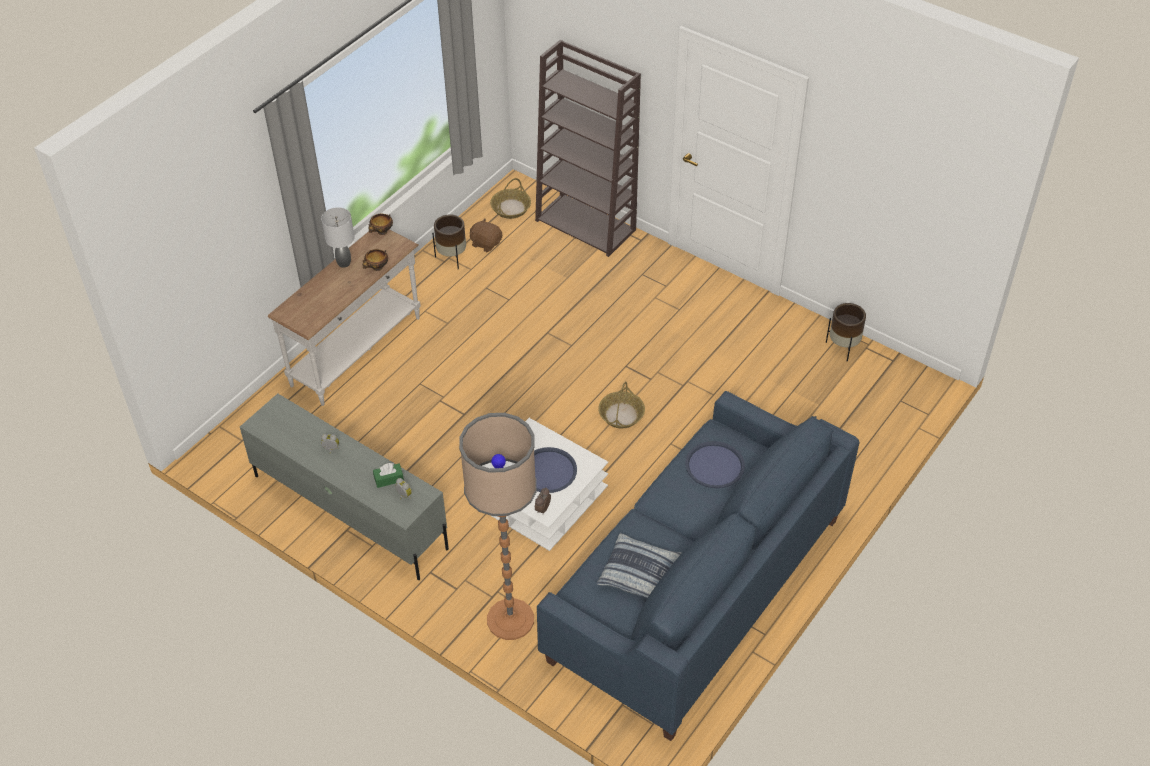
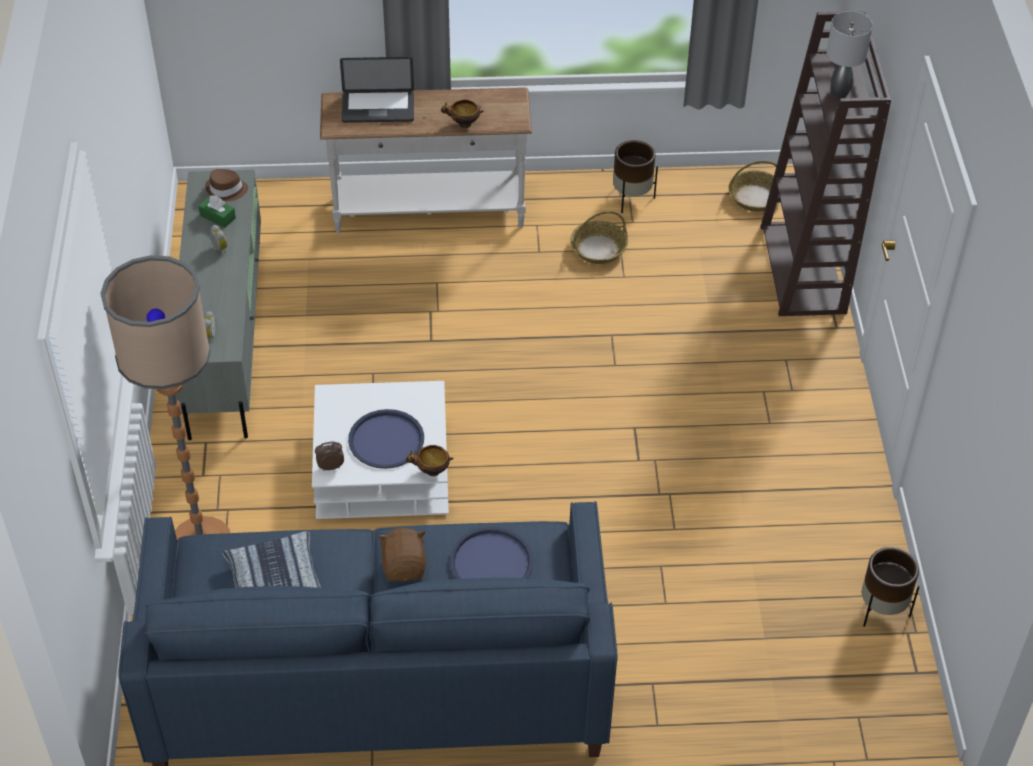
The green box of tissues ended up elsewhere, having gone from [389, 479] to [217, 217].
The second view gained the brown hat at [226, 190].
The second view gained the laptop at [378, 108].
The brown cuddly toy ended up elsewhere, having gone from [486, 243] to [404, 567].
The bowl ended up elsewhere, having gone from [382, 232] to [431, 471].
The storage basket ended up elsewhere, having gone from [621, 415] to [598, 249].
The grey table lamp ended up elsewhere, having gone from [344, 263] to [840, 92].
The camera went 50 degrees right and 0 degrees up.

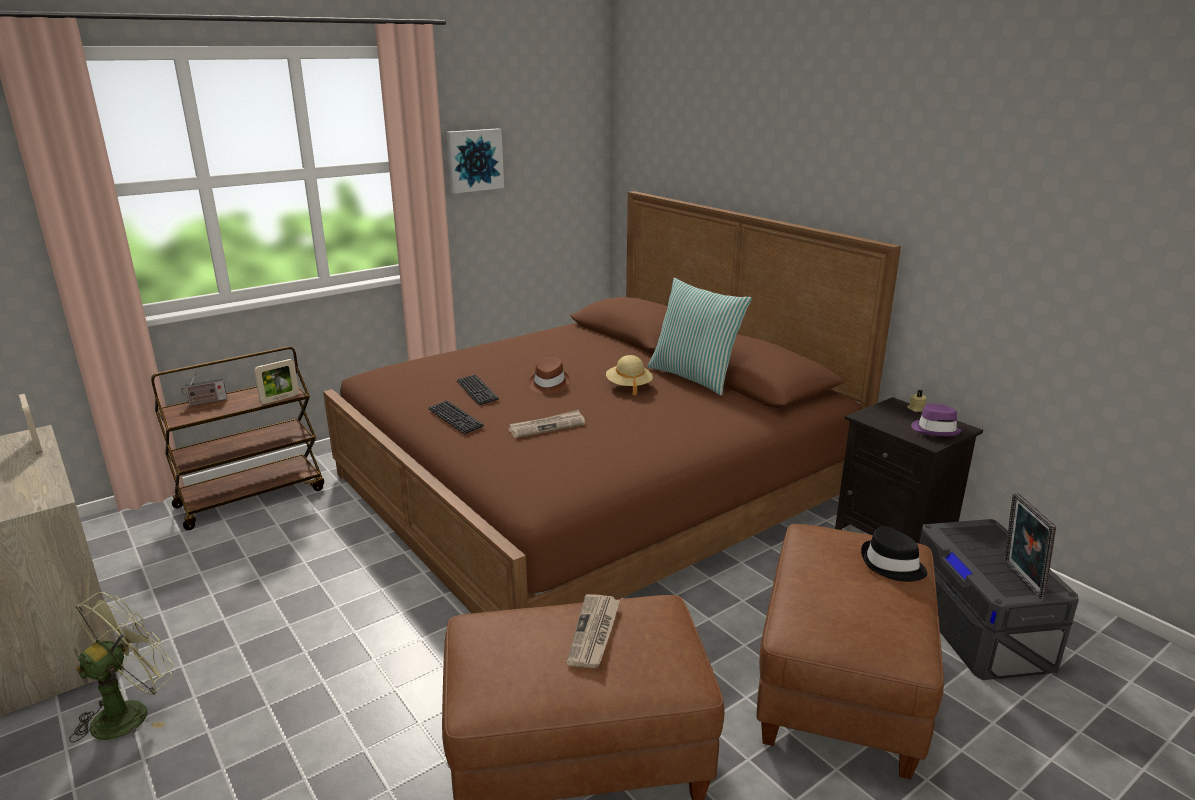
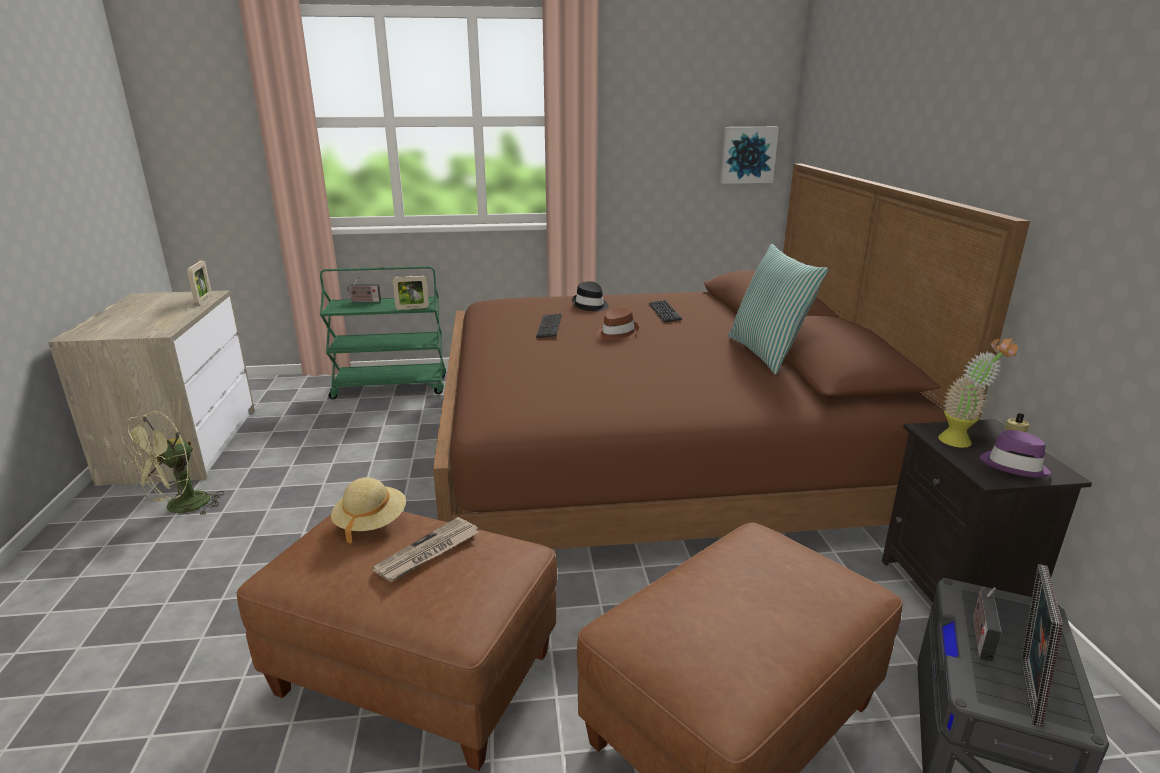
The green cooling fan at [130, 712] ended up facing another way, 150 degrees clockwise from before.
What was the brown trolley at [252, 497] turned into the green trolley at [391, 387].
The sand-coloured hat ended up elsewhere, having gone from [628, 386] to [371, 523].
The black-coloured hat ended up elsewhere, having gone from [892, 565] to [590, 305].
The PC keyboard ended up elsewhere, having gone from [455, 418] to [664, 312].
The wall picture ended up elsewhere, having gone from [474, 160] to [747, 155].
The second view gained the potted plant at [963, 440].
The second view gained the radio at [980, 636].
The second view lost the daily paper at [547, 426].
The camera went 30 degrees right and 0 degrees up.

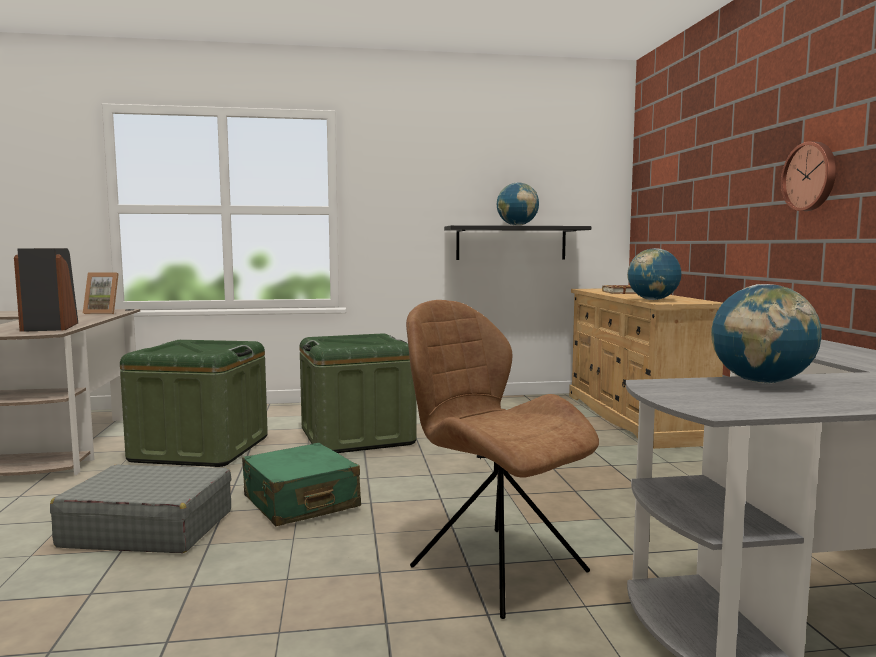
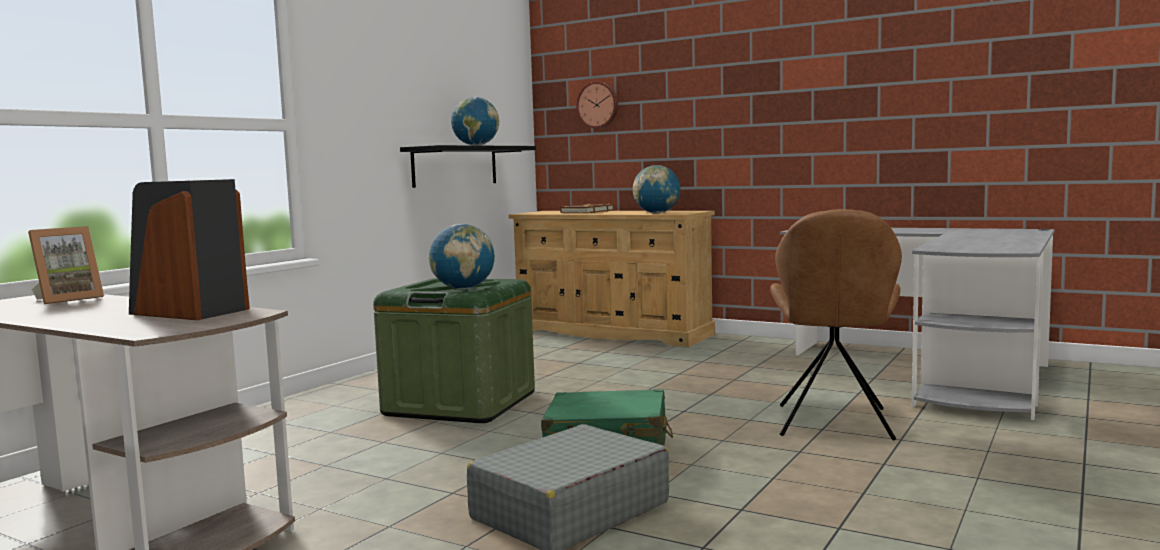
The world globe ended up elsewhere, having gone from [761, 382] to [463, 289].
The wall clock ended up elsewhere, having gone from [811, 176] to [598, 105].
The brown upright chair at [494, 567] ended up facing another way, 75 degrees counterclockwise from before.
The second view lost the green storage bin at [200, 449].
The camera went 50 degrees left and 0 degrees up.

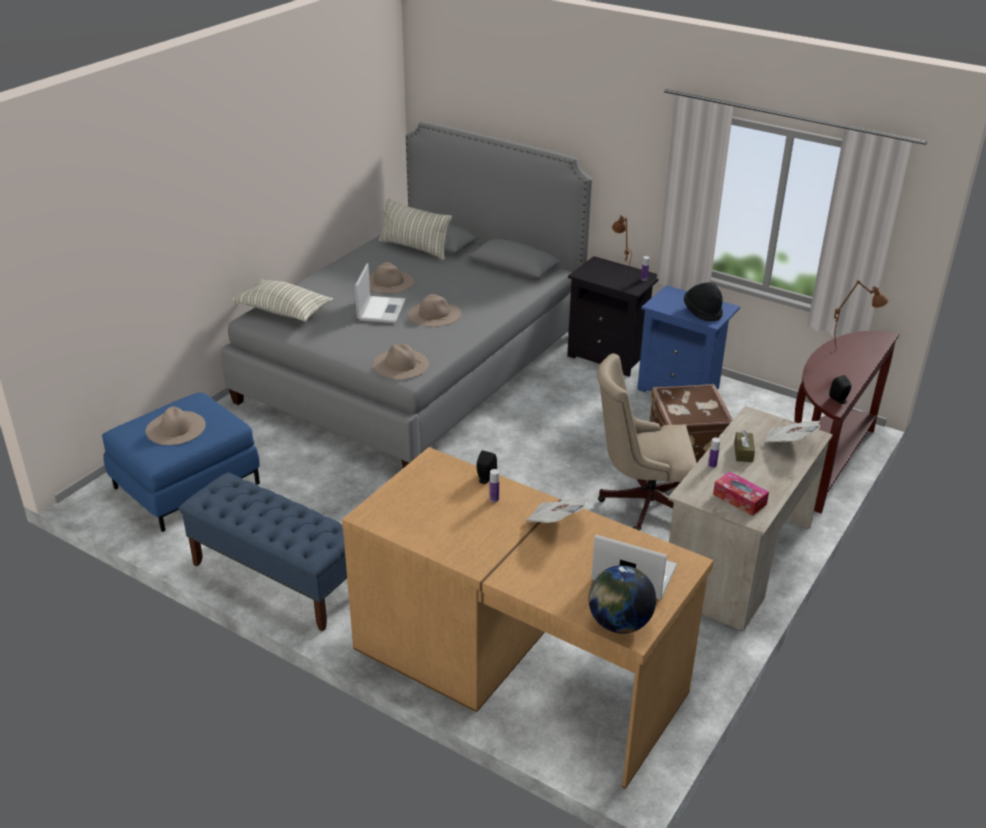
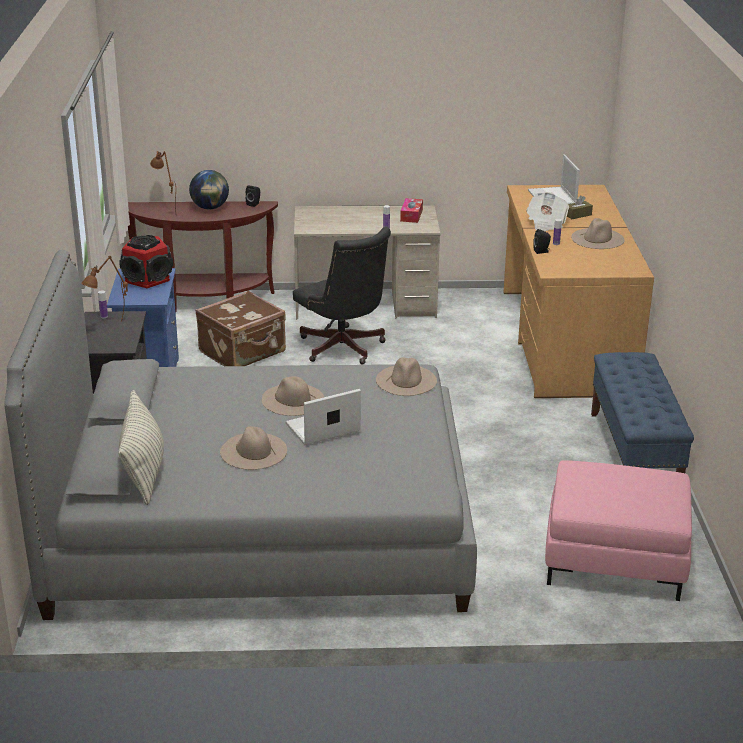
Where the black-coloured hat stood at [703, 312], the speaker came to stand at [148, 279].
The world globe ended up elsewhere, having gone from [619, 623] to [210, 208].
What was the sand-coloured computer chair at [641, 503] turned into the black-coloured computer chair at [344, 349].
What was the blue-coloured footrest at [186, 485] turned into the pink-coloured footrest at [614, 559].
The brown box of tissues ended up elsewhere, having gone from [743, 452] to [578, 215].
The sand-coloured hat ended up elsewhere, having gone from [175, 428] to [597, 238].
The second view lost the cushion at [283, 311].
The second view lost the daily paper at [788, 443].
The camera went 125 degrees left and 5 degrees down.

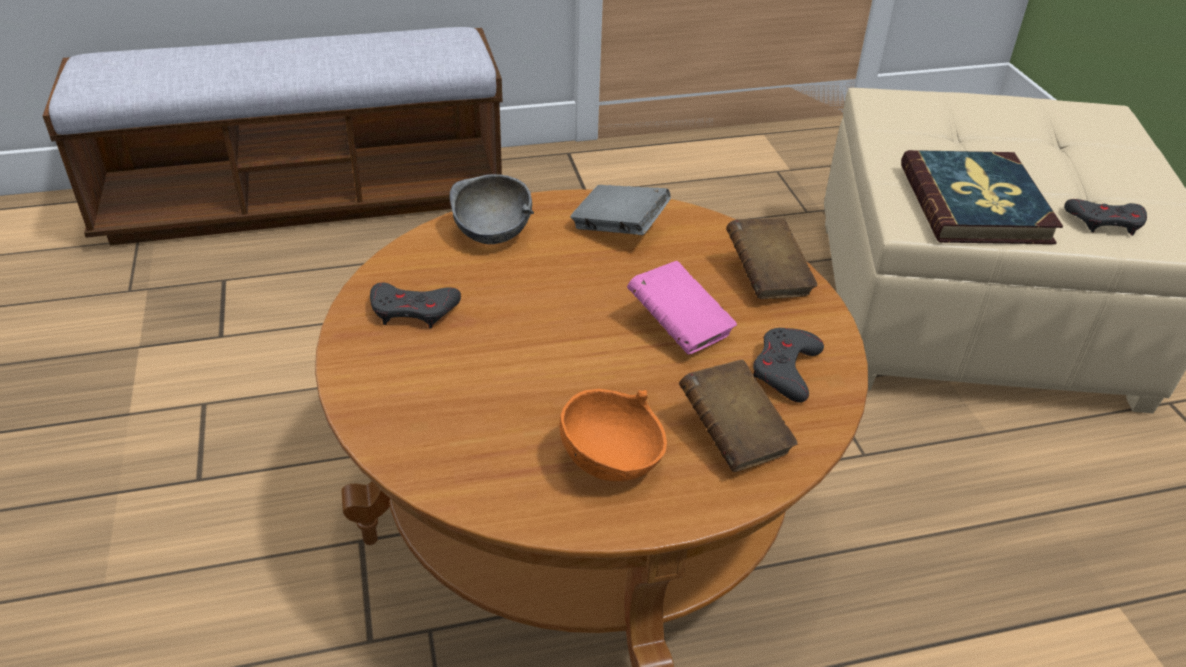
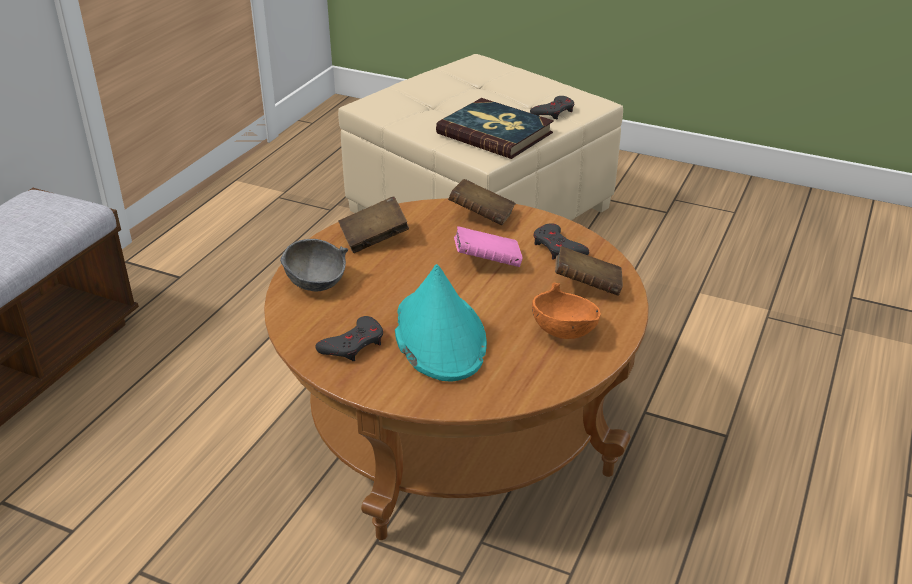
What was the grey bound book at [619, 228] turned into the brown bound book at [374, 239].
The second view gained the blue-green hat at [439, 336].
The camera went 50 degrees left and 5 degrees down.

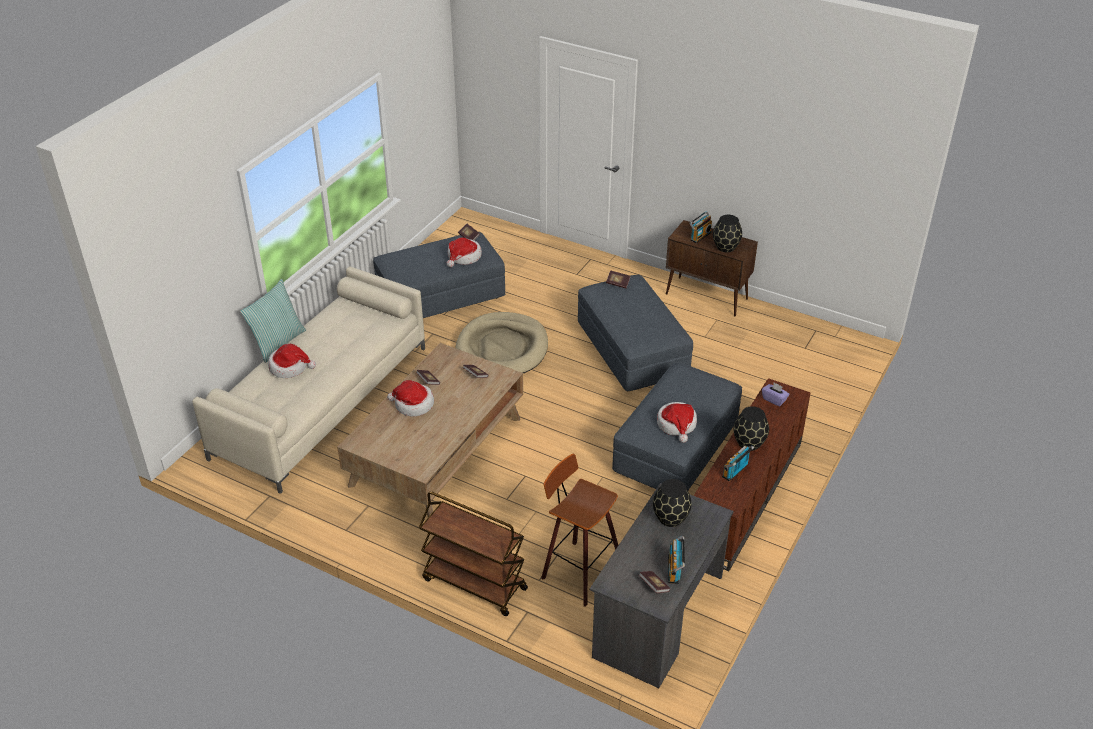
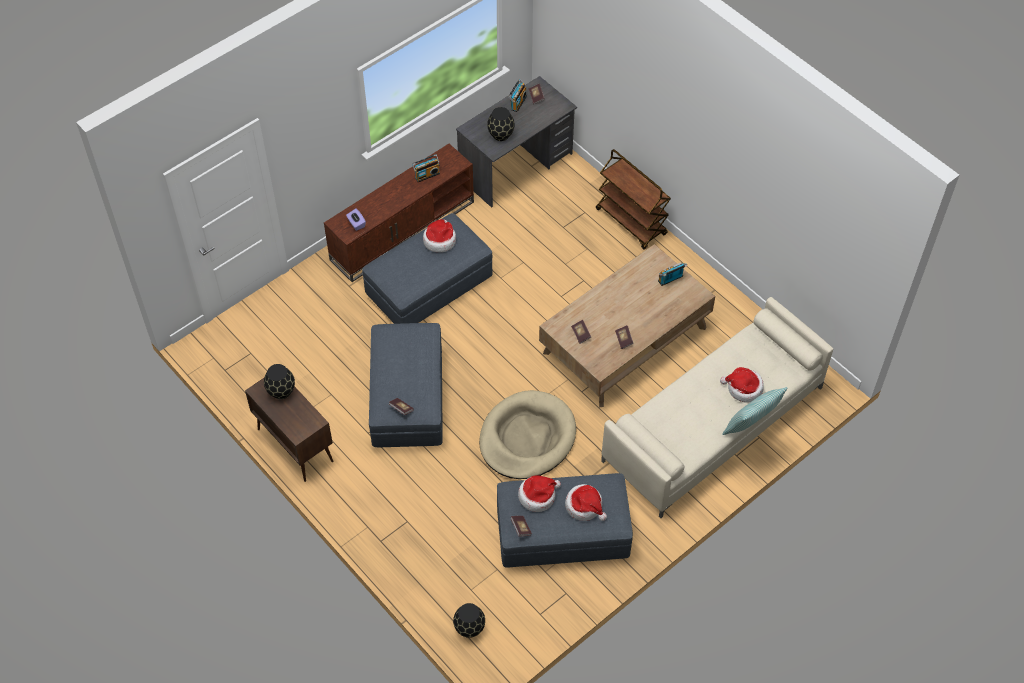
The black-coloured vase ended up elsewhere, having gone from [749, 443] to [469, 627].
The hat ended up elsewhere, having gone from [413, 405] to [585, 506].
The radio ended up elsewhere, having gone from [700, 236] to [671, 279].
The second view lost the stool at [578, 571].
The camera went 160 degrees left and 15 degrees up.

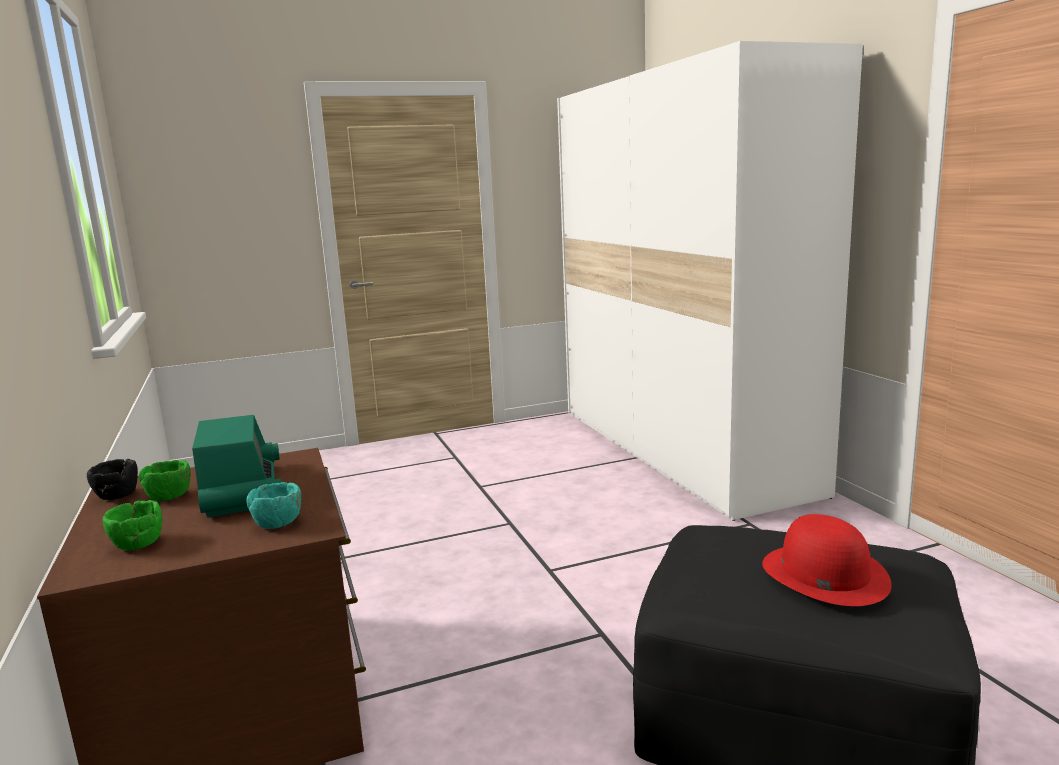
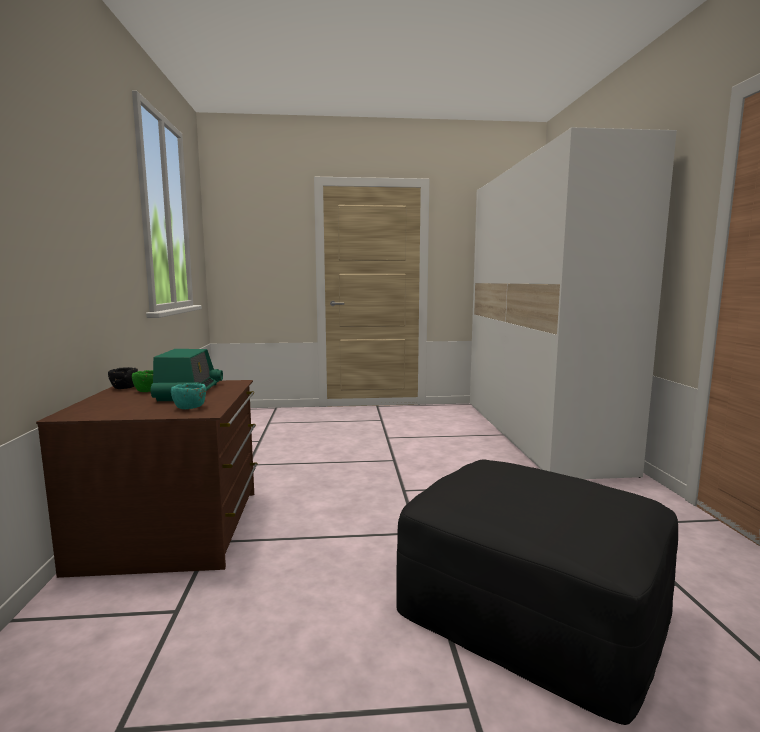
The second view lost the green bowl at [137, 543].
The second view lost the red hat at [823, 573].
The camera went 15 degrees right and 5 degrees down.

